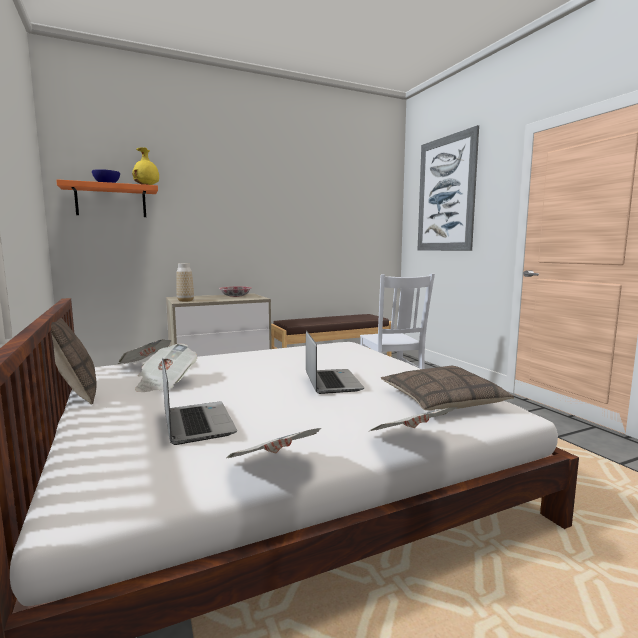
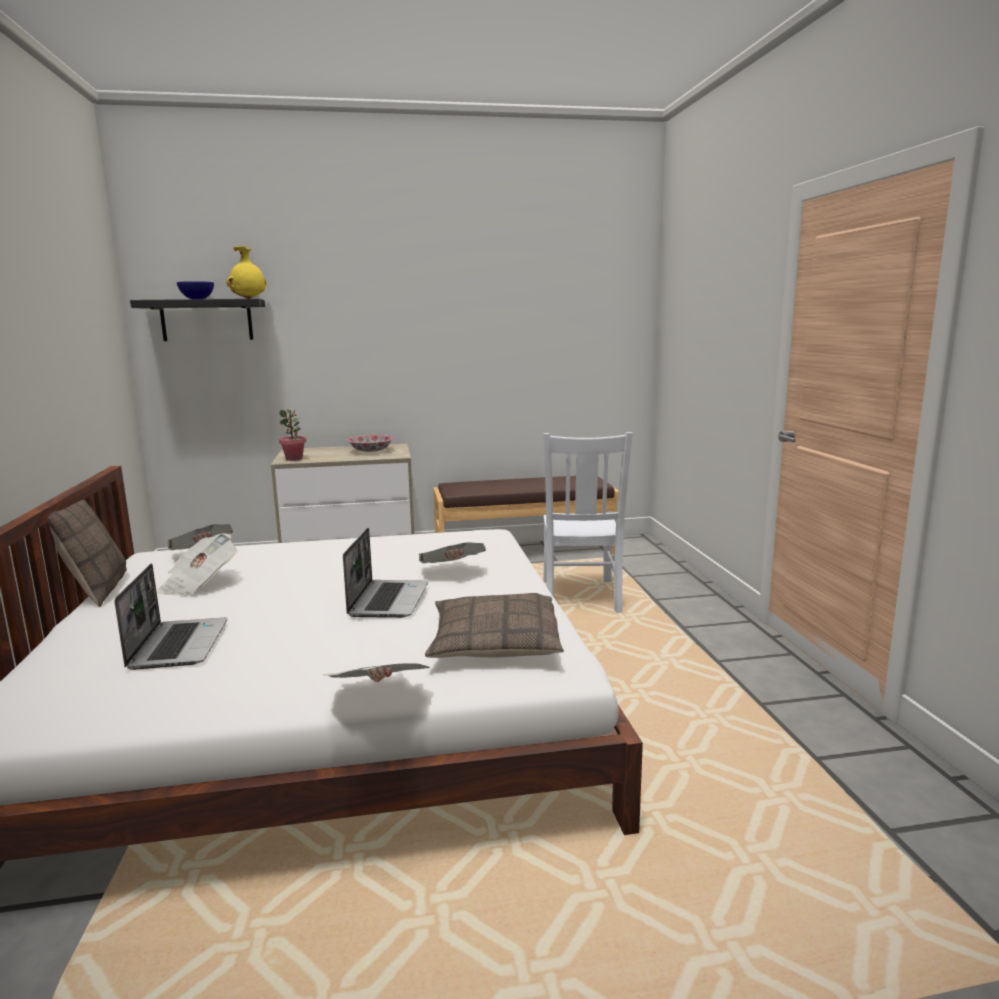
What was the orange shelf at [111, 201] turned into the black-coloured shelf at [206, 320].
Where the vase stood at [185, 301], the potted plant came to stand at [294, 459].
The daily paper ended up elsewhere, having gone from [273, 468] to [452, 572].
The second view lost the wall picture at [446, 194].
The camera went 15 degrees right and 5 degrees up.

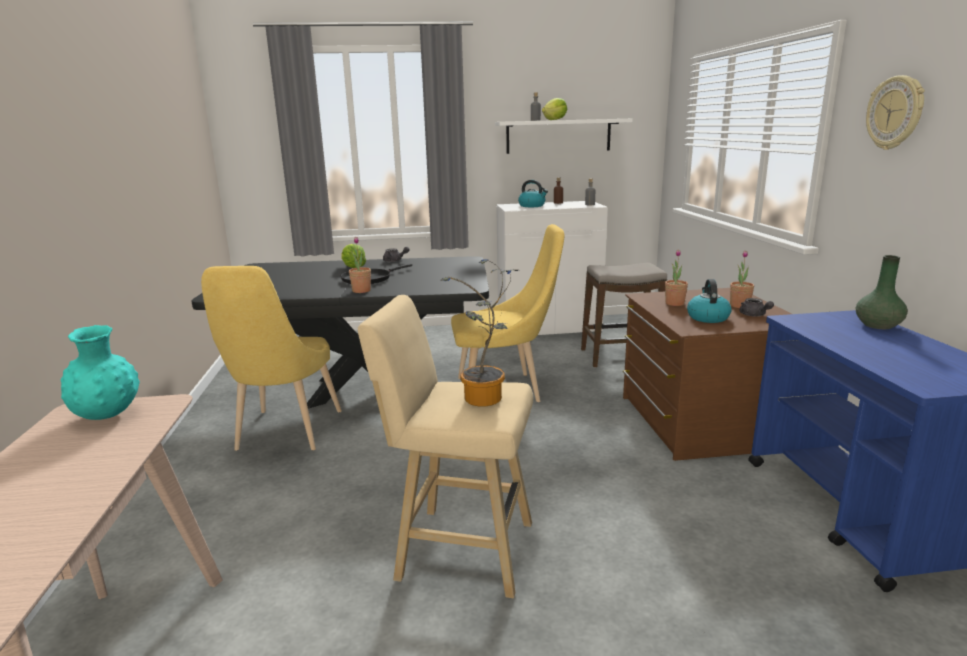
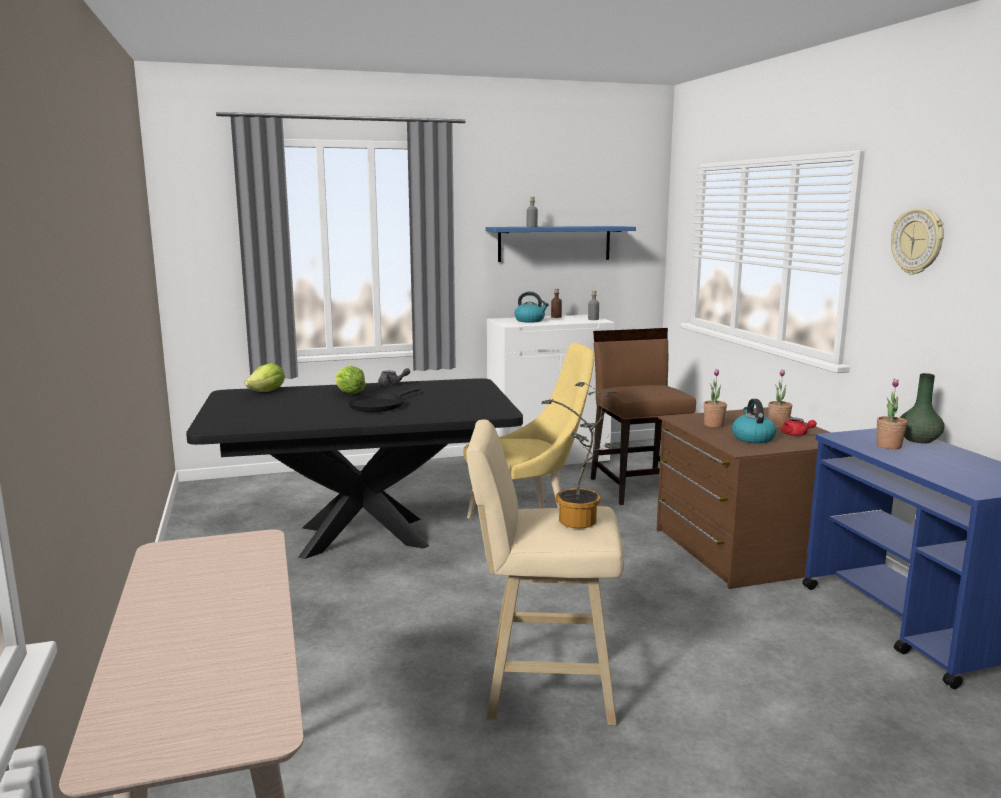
The lettuce ended up elsewhere, having gone from [555, 120] to [267, 391].
What was the whitish shelf at [558, 136] turned into the blue-coloured shelf at [554, 243].
Where the stool stood at [620, 356], the brown upright chair came to stand at [639, 487].
What was the grey pot for tea at [754, 315] turned into the red pot for tea at [796, 435].
The potted plant ended up elsewhere, having gone from [361, 291] to [888, 446].
The second view lost the blue-green vase at [107, 415].
The second view lost the yellow-coloured upright chair at [286, 434].
The camera went 10 degrees left and 5 degrees down.

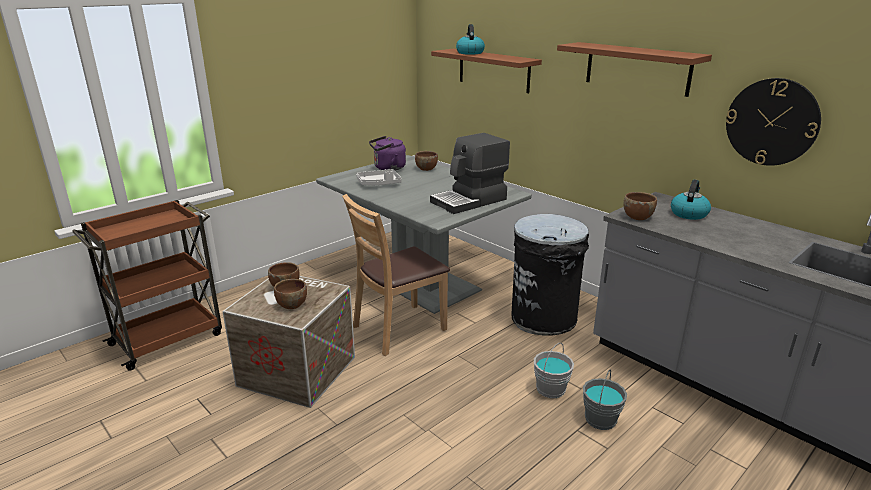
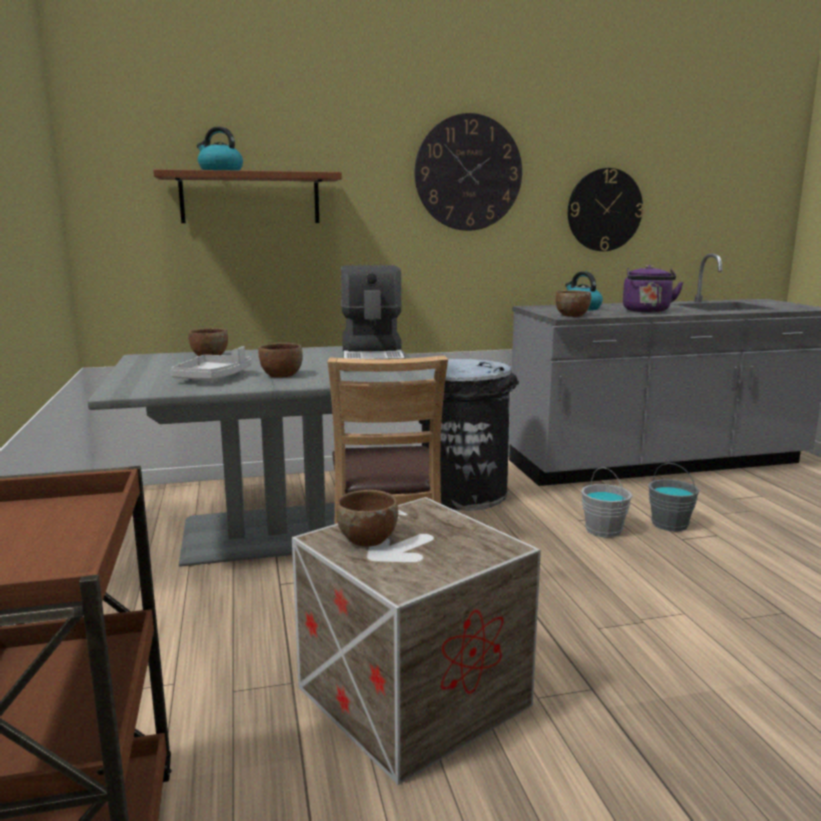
The brown bowl ended up elsewhere, having gone from [291, 304] to [281, 375].
Where the brown shelf hung at [637, 68], the wall clock came to hang at [468, 173].
The purple water kettle ended up elsewhere, having gone from [388, 168] to [647, 311].
The camera went 60 degrees left and 10 degrees down.

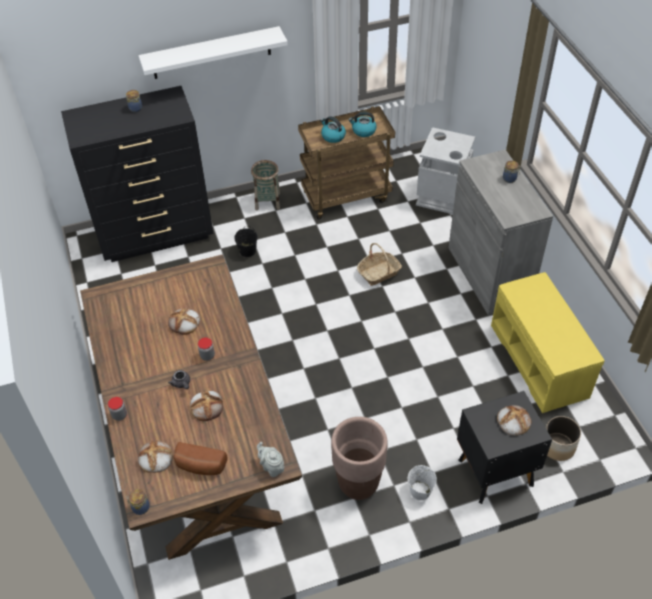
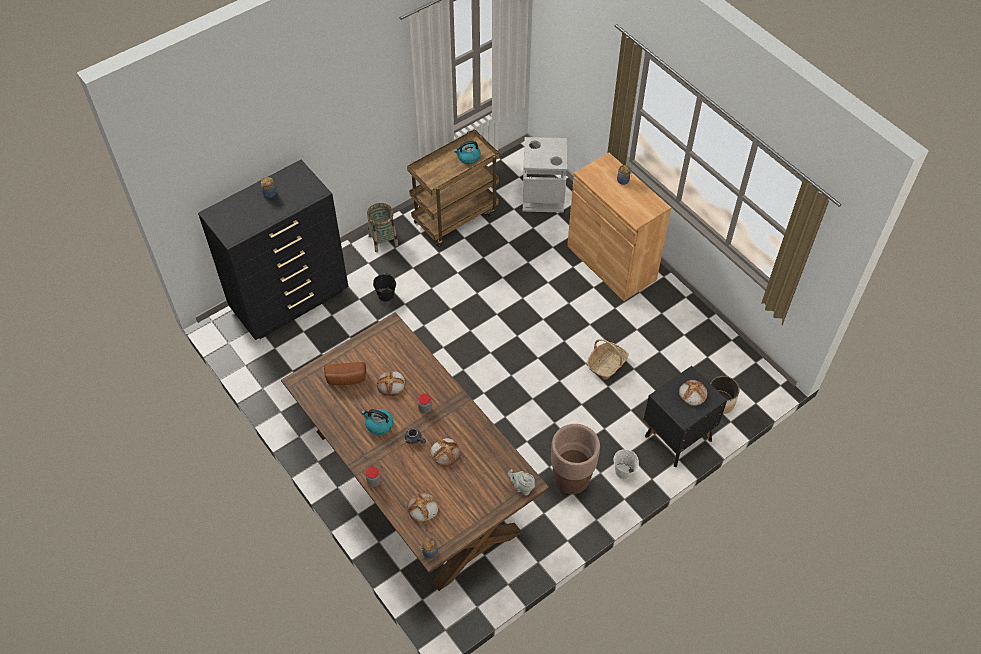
The baked bread ended up elsewhere, having gone from [200, 466] to [346, 380].
The water kettle ended up elsewhere, having gone from [333, 136] to [379, 425].
What was the grey cabinet at [489, 274] turned into the brown cabinet at [611, 263].
The storage basket ended up elsewhere, having gone from [379, 273] to [606, 364].
The second view lost the whitish shelf at [211, 53].
The second view lost the yellow-coloured long seat at [540, 361].
The camera went 20 degrees left and 5 degrees up.

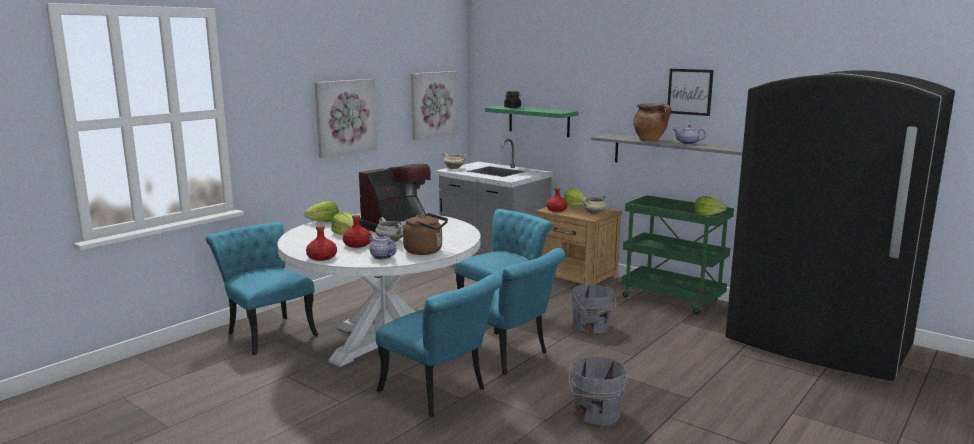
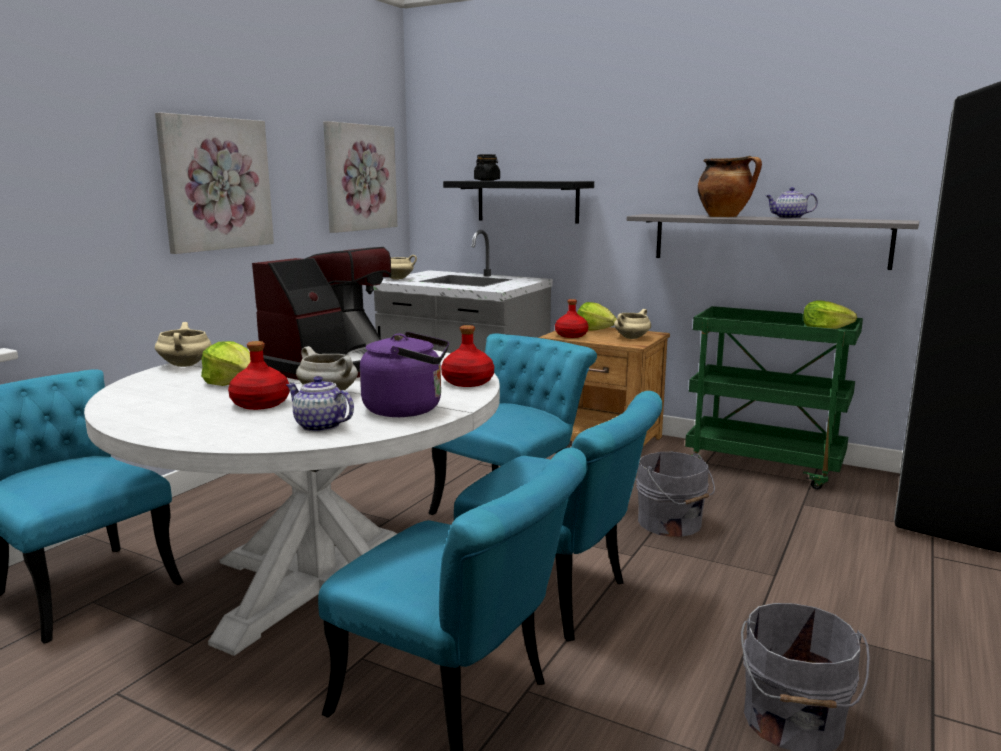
Where the lettuce stood at [324, 222], the sand-coloured cooking pot came to stand at [186, 365].
What was the brown water kettle at [426, 251] turned into the purple water kettle at [408, 409].
The red drink bottle ended up elsewhere, having gone from [322, 257] to [468, 382].
What was the green shelf at [538, 121] turned into the black-coloured shelf at [527, 201].
The second view lost the wall picture at [690, 92].
The camera went 10 degrees left and 0 degrees up.

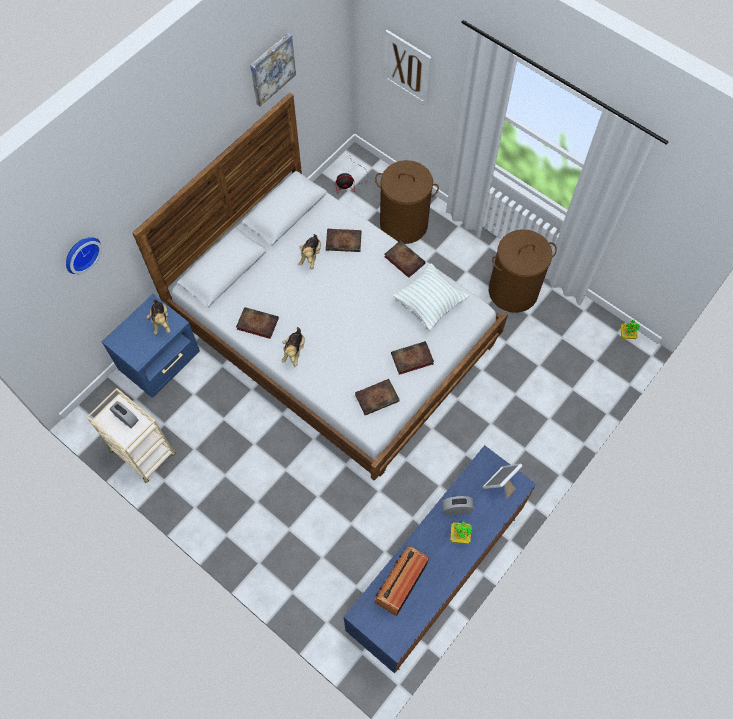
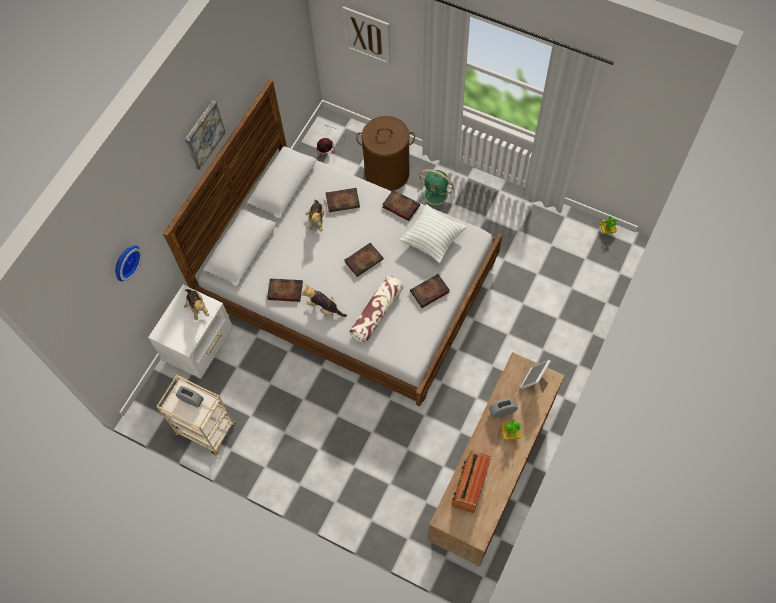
What was the blue-coloured bedside table at [162, 363] turned into the whitish bedside table at [201, 345].
The wall picture ended up elsewhere, having gone from [272, 69] to [203, 134].
The cuddly toy at [294, 351] ended up facing another way, 120 degrees clockwise from before.
The bound book ended up elsewhere, having gone from [377, 397] to [364, 260].
The second view gained the cushion at [377, 312].
The second view gained the green cooling fan at [437, 195].
What was the blue-coloured drawer chest at [435, 574] turned into the brown drawer chest at [491, 475].
The second view lost the brown washing basket at [513, 291].
The camera went 10 degrees left and 0 degrees up.

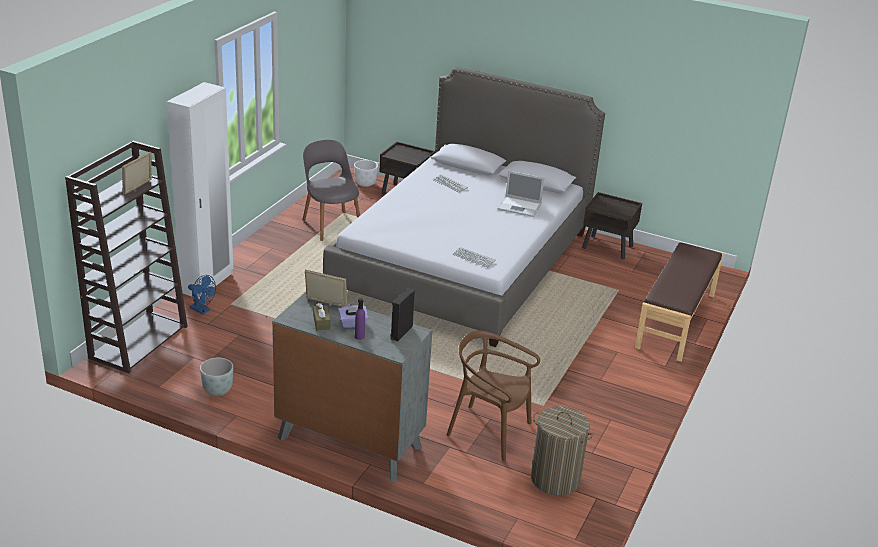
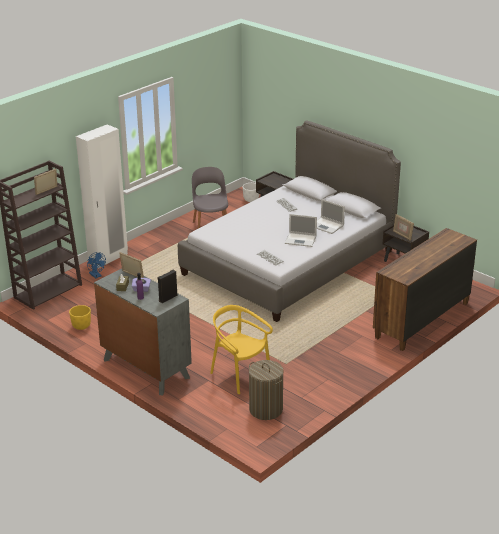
What was the grey plant pot at [217, 390] turned into the yellow-coloured plant pot at [81, 326].
What was the brown upright chair at [489, 431] turned into the yellow-coloured upright chair at [240, 375].
The second view gained the laptop at [301, 240].
Where the brown long seat stood at [676, 321], the brown drawer chest came to stand at [421, 320].
The second view gained the picture frame at [402, 235].
The camera went 20 degrees right and 0 degrees up.

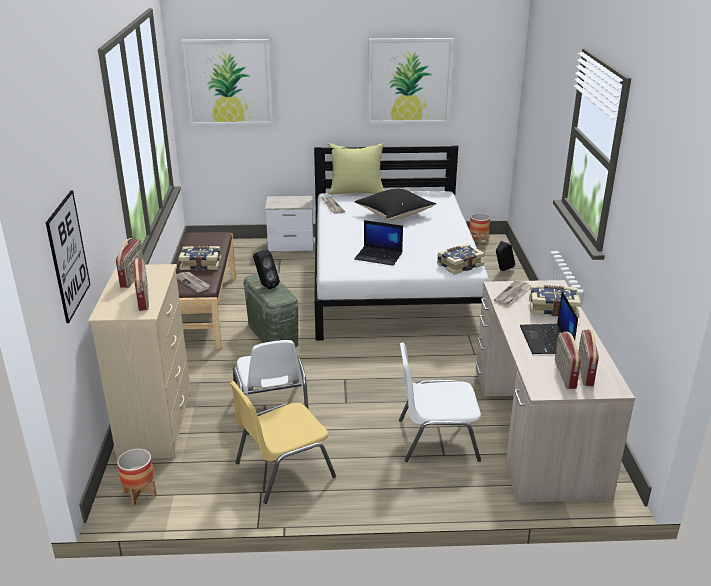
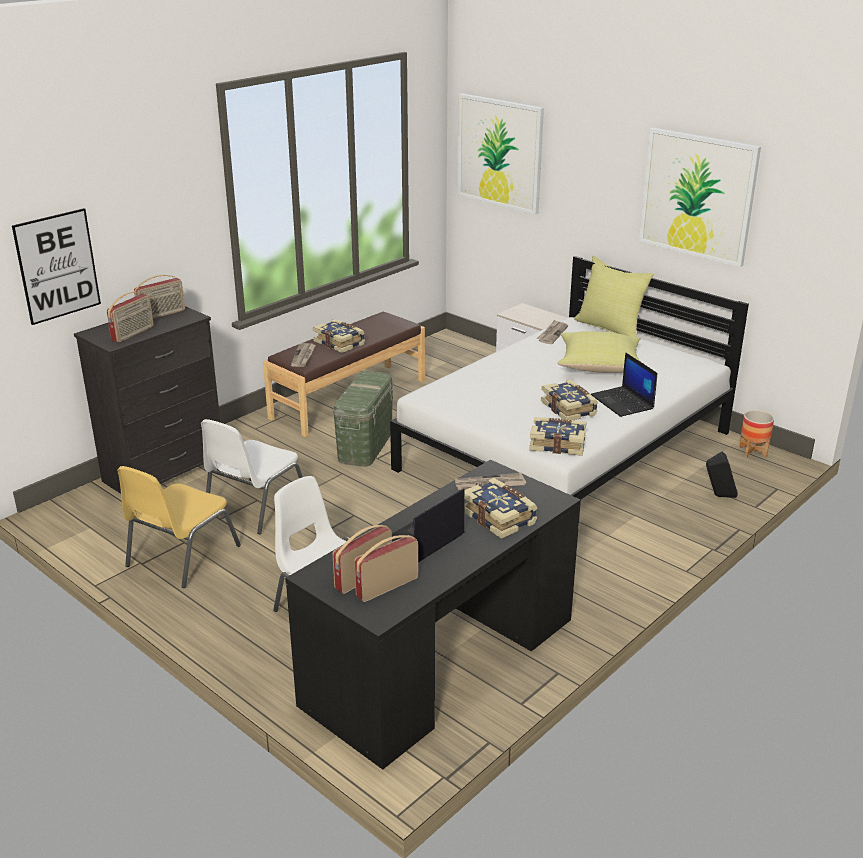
What was the sand-coloured drawer chest at [157, 423] turned into the black-coloured drawer chest at [165, 471].
The yellow-coloured upright chair at [282, 469] ended up facing another way, 75 degrees counterclockwise from before.
What was the sand-coloured desk unit at [535, 427] turned into the black-coloured desk unit at [439, 660].
The second view gained the bound book at [569, 409].
What was the black-coloured cushion at [394, 214] turned into the yellow-coloured cushion at [600, 366].
The laptop ended up elsewhere, having gone from [379, 256] to [623, 402].
The second view lost the plant pot at [140, 493].
The second view lost the black-coloured speaker at [265, 286].
The camera went 45 degrees right and 0 degrees up.

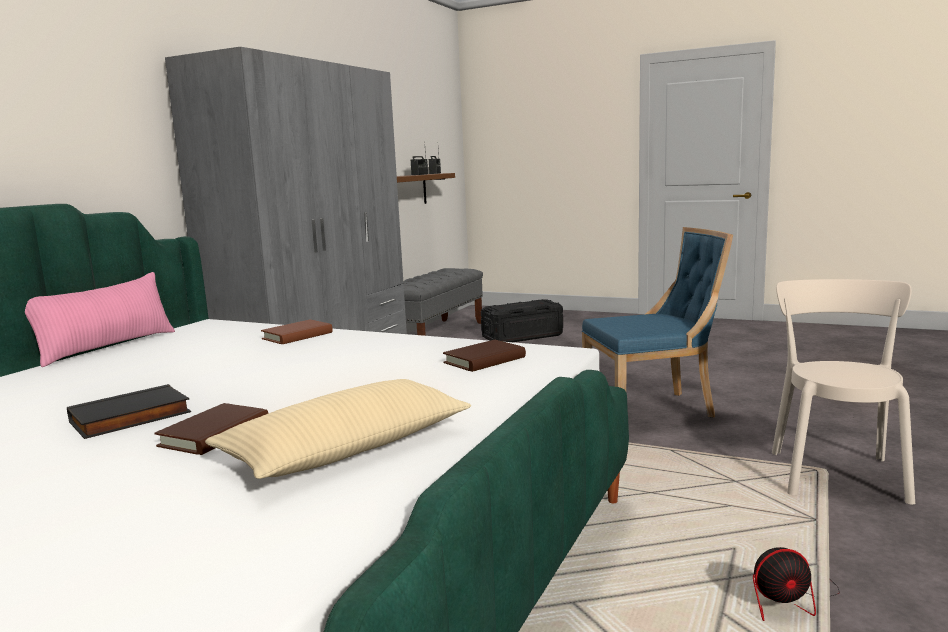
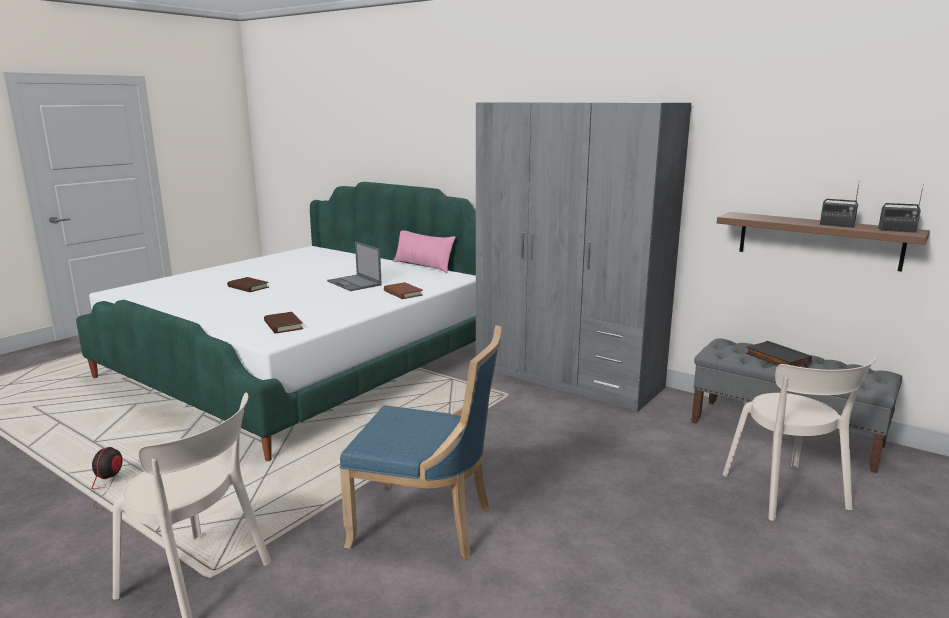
The second view gained the laptop at [354, 283].
The blue-coloured upright chair at [653, 410] ended up facing another way, 75 degrees counterclockwise from before.
Where the black-coloured storage bin stood at [522, 336], the sand-coloured upright chair came to stand at [787, 494].
The black-coloured bound book ended up elsewhere, having gone from [130, 418] to [776, 358].
The second view lost the sand-coloured cushion at [347, 449].
The camera went 100 degrees right and 5 degrees up.

